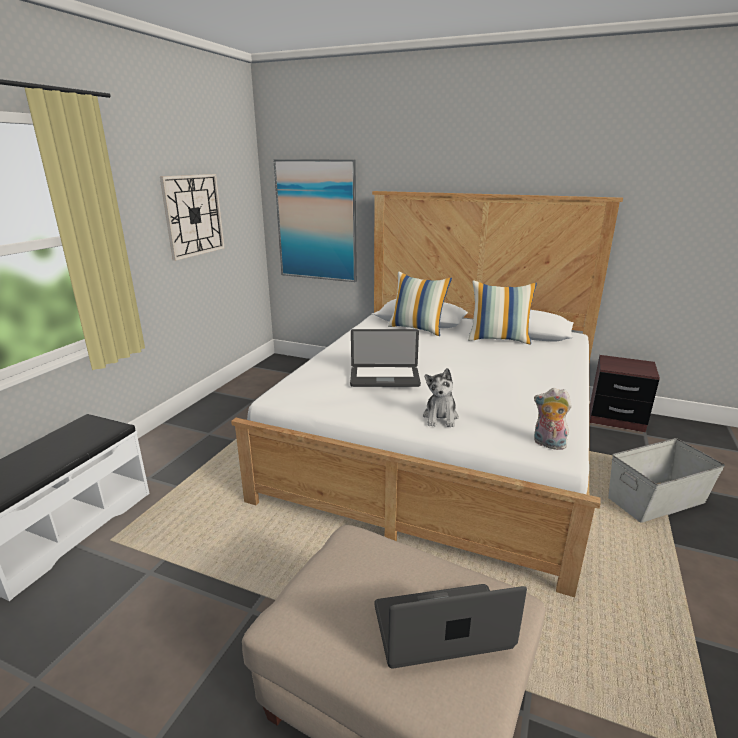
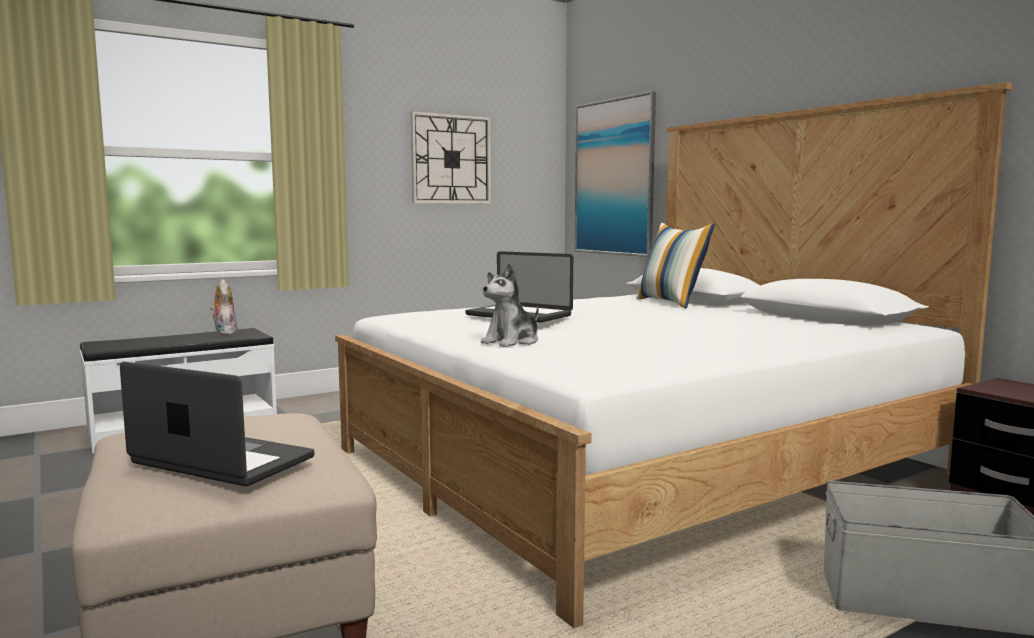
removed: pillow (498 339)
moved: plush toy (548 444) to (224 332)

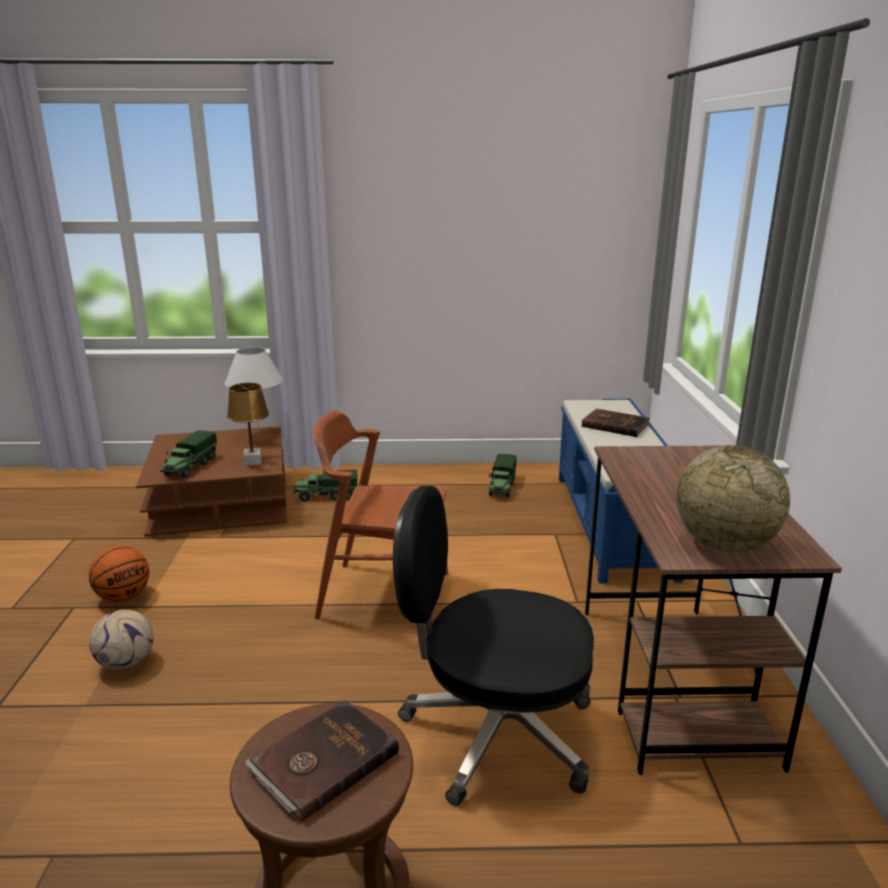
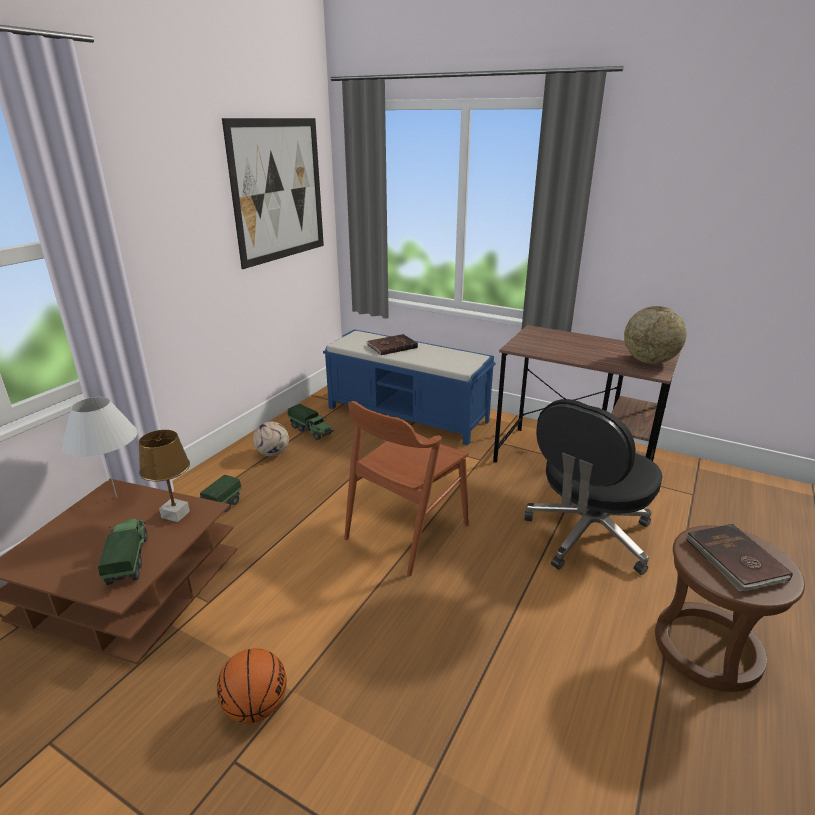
added: picture (279 190)
moved: football (127 662) to (273 453)
turned: toy truck (190 467) = (129 559) 150 degrees counterclockwise

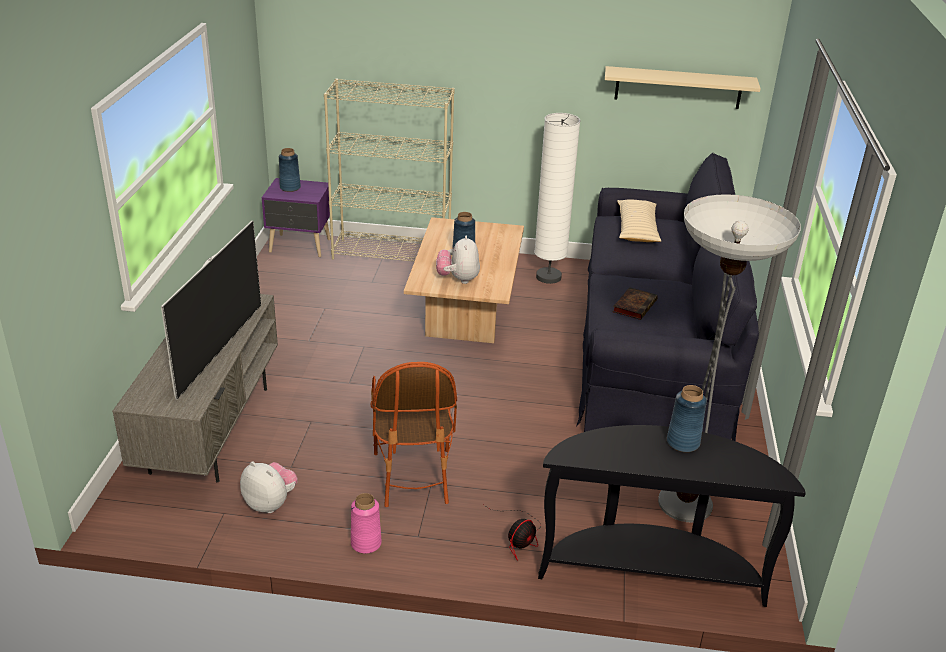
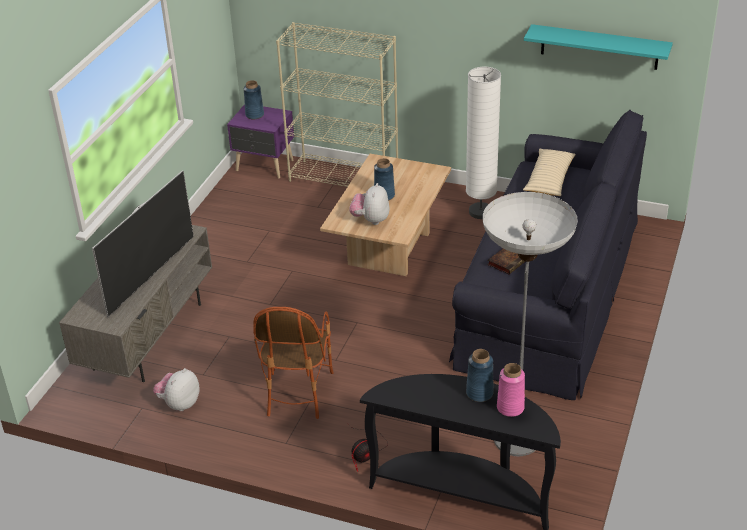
moved: pink vase (366 543) to (510 408)
recoloured: beige shelf (678 87) to turquoise shelf (599 47)
turned: plush toy (270 503) = (179 404) 105 degrees counterclockwise

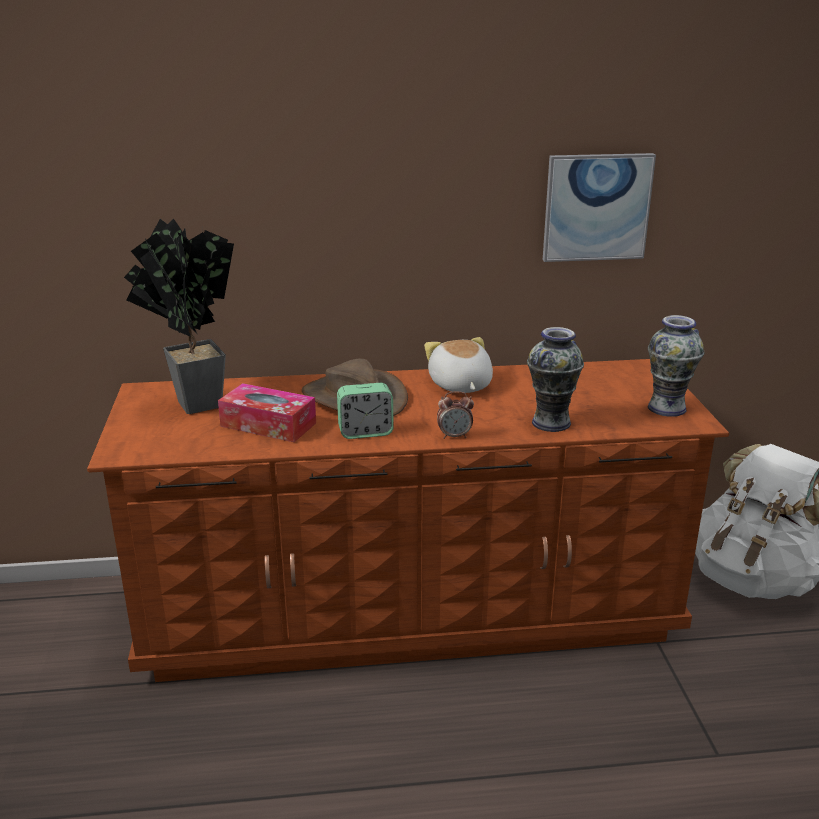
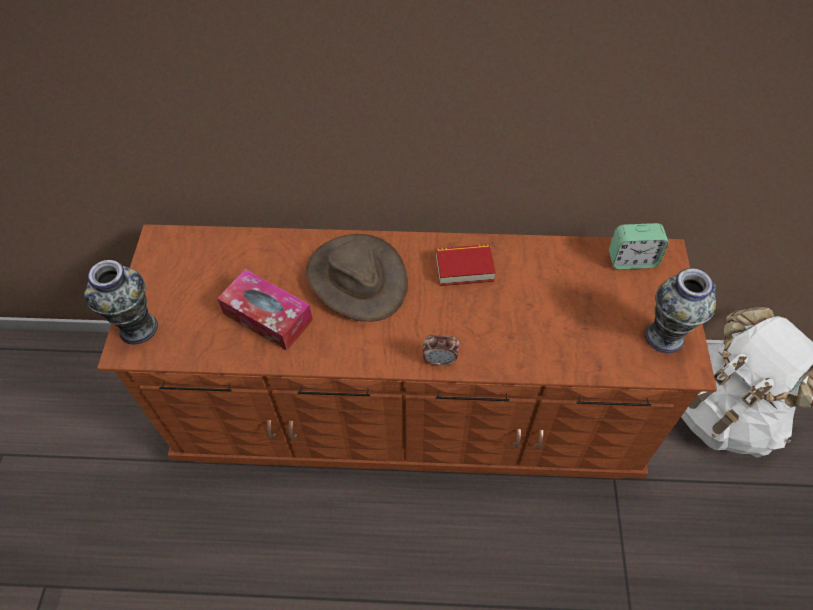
removed: potted plant (191 404); picture (596 207)
moved: vase (551 423) to (138 328); alarm clock (365 432) to (632 260)
replaced: plush toy (460 385) to book (464 268)

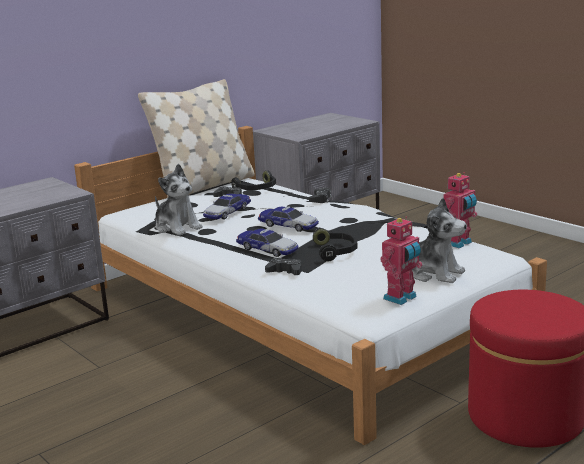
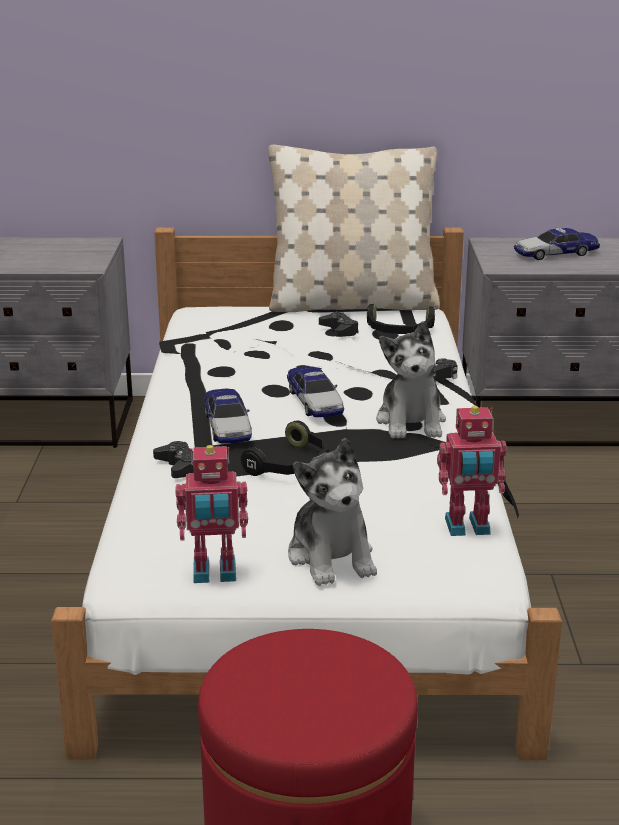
moved: plush toy (177 227) to (411 422); toy car (227 212) to (555 254)

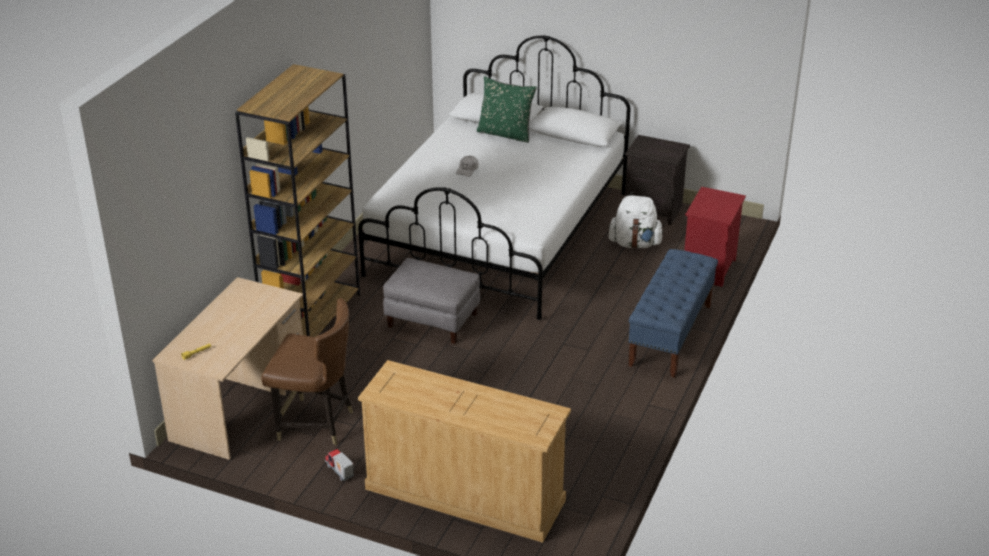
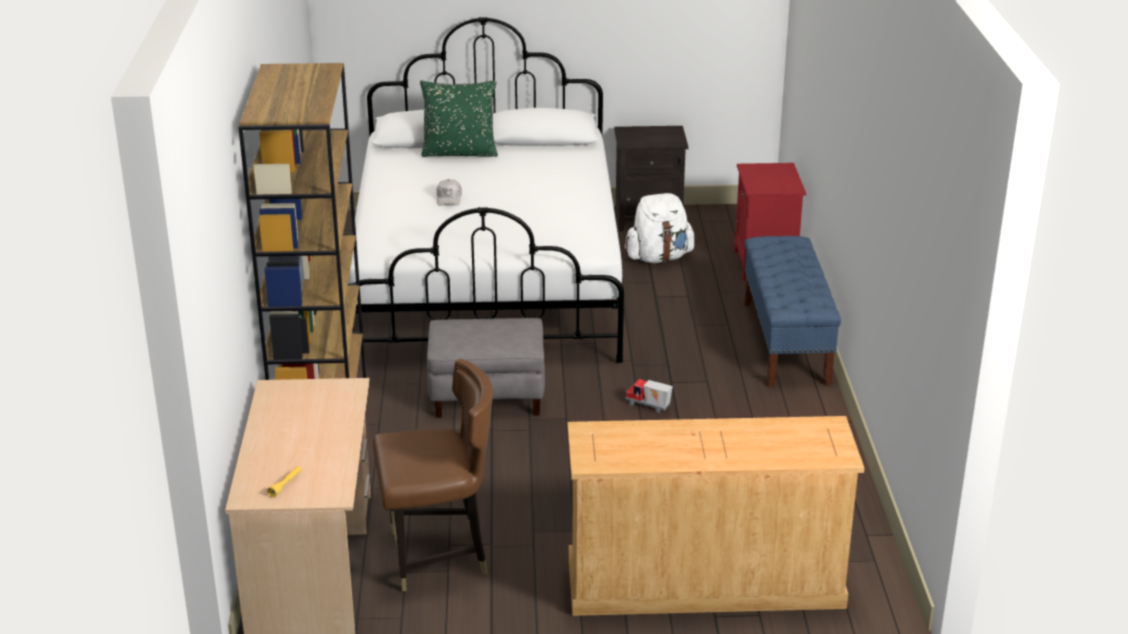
moved: toy truck (339 472) to (648 406)

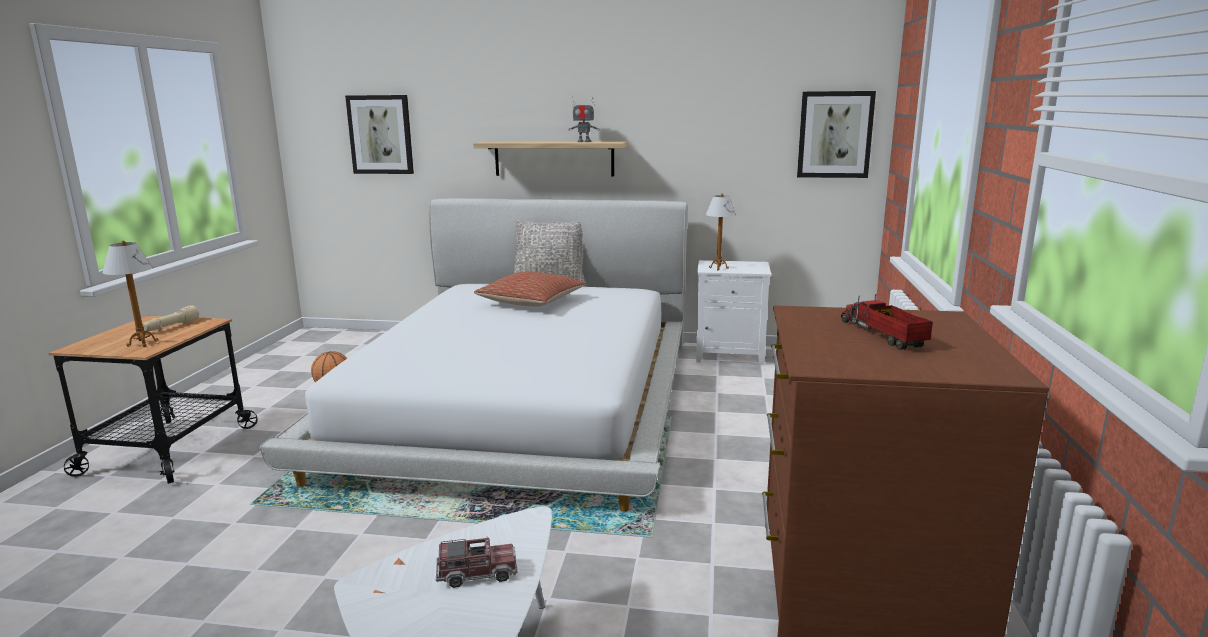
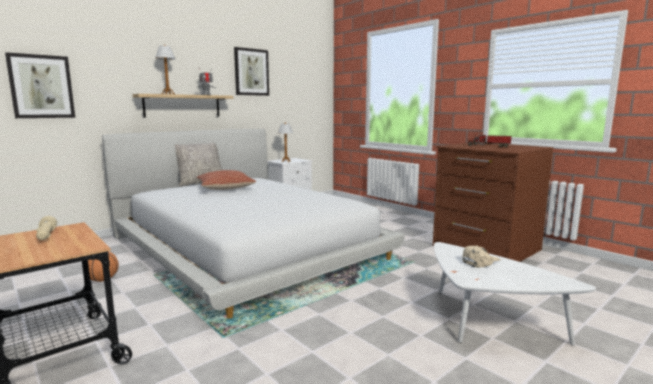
moved: table lamp (142 343) to (168 94); picture (835 134) to (251 72)
replaced: toy truck (477 573) to beige cap (480 261)

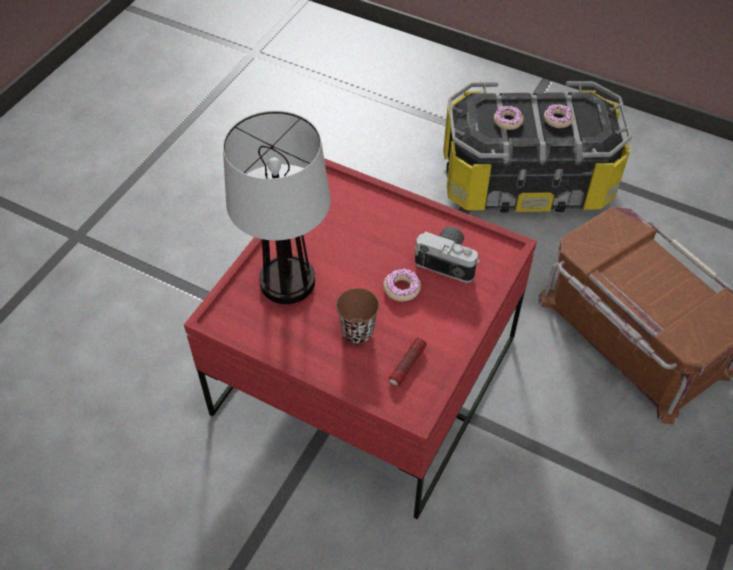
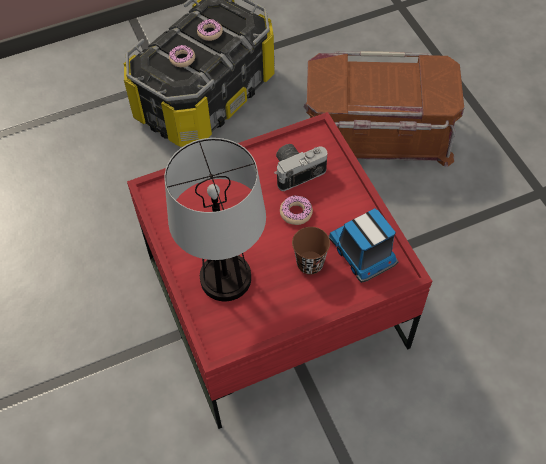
replaced: flashlight (407 365) to toy truck (363 253)

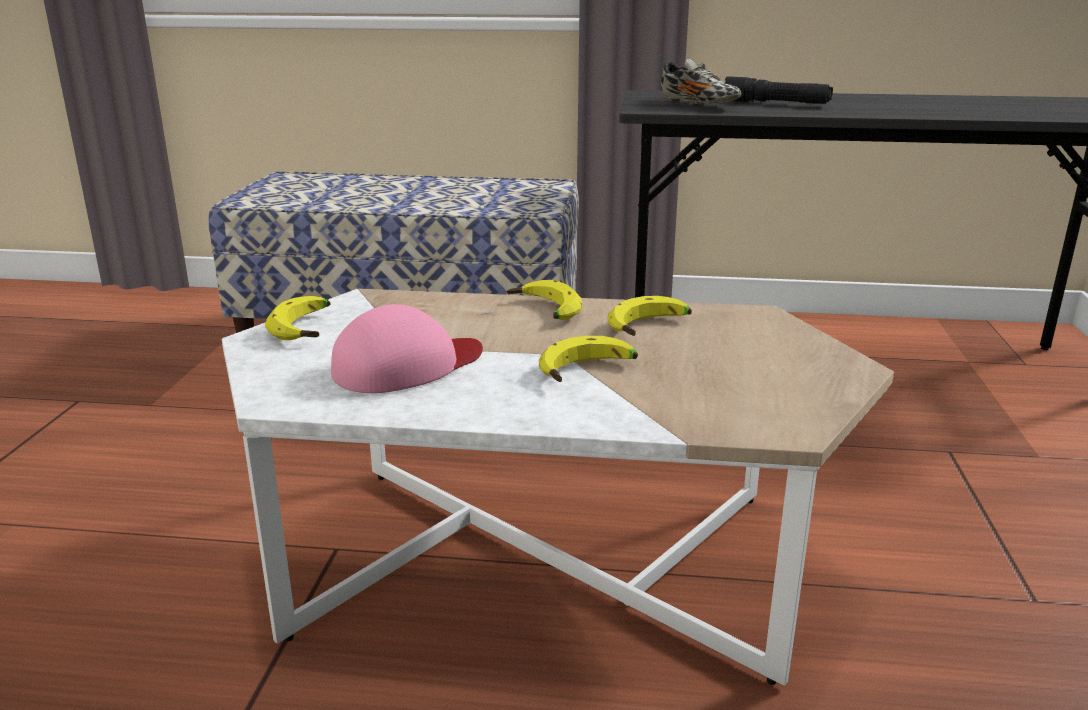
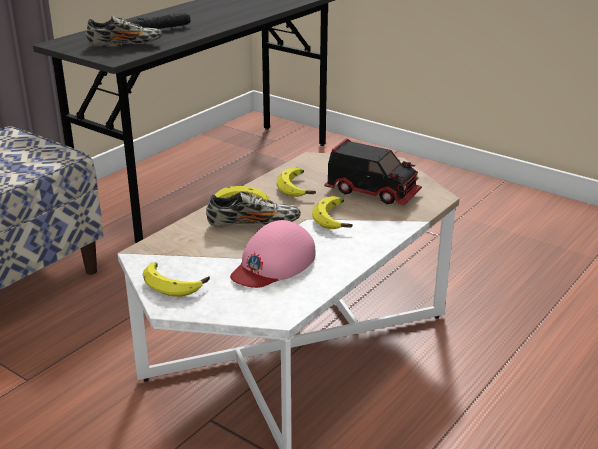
added: shoe (253 224); toy truck (373 192)
turned: pink cap (407 365) = (273 264) 135 degrees counterclockwise

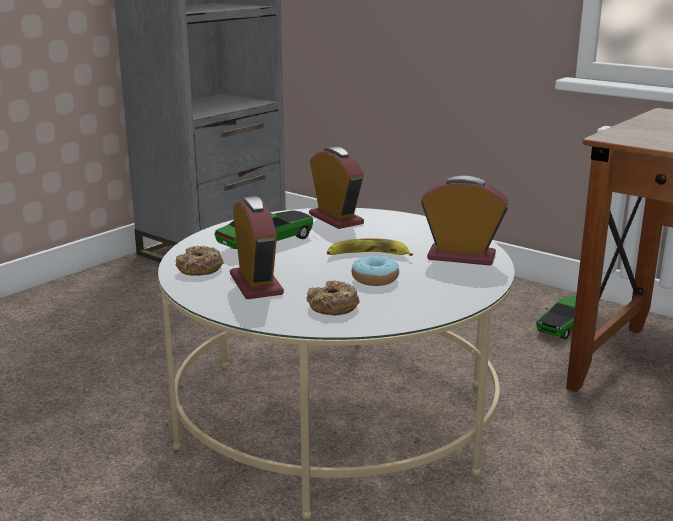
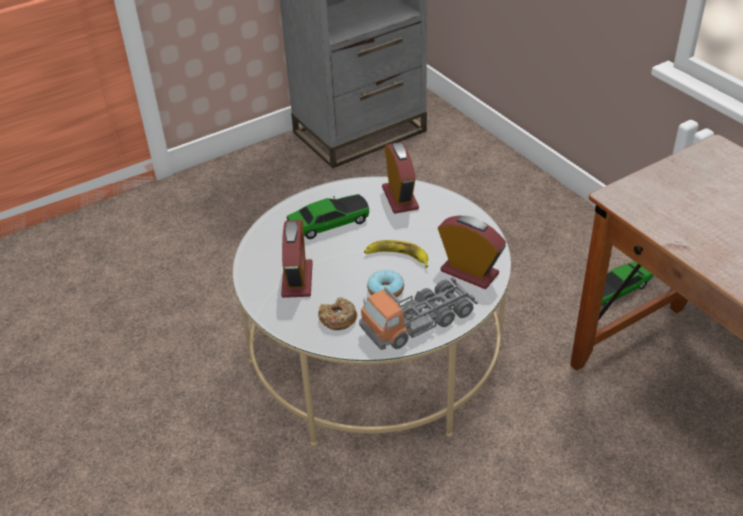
removed: donut (200 268)
added: toy truck (418 322)

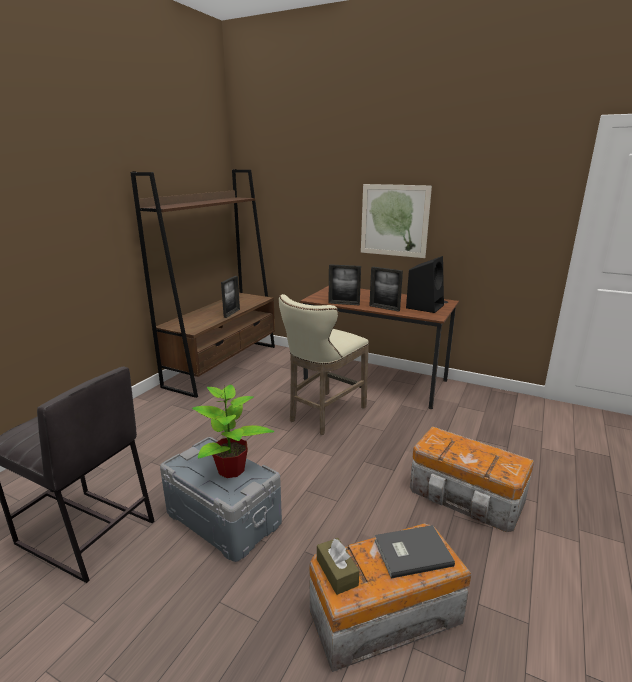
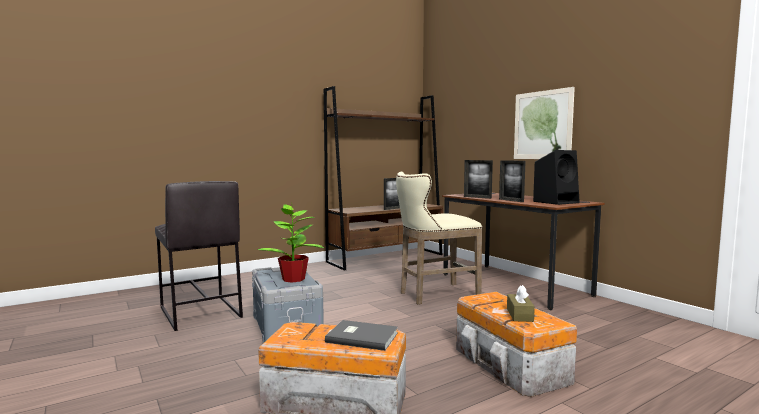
moved: brown tissue box (337 572) to (519 315)

